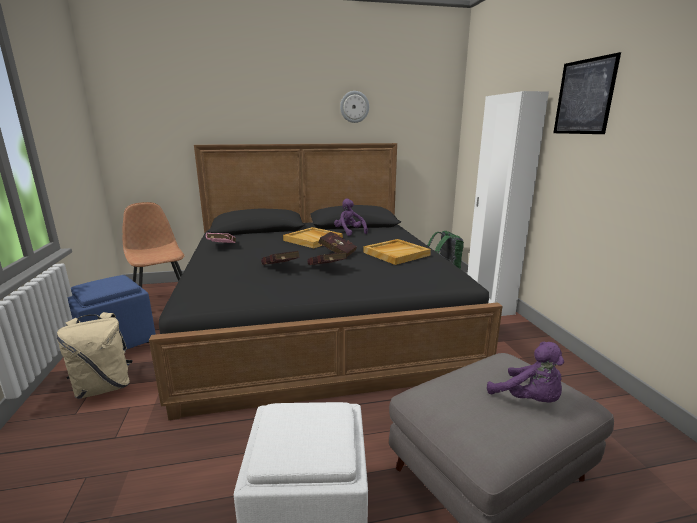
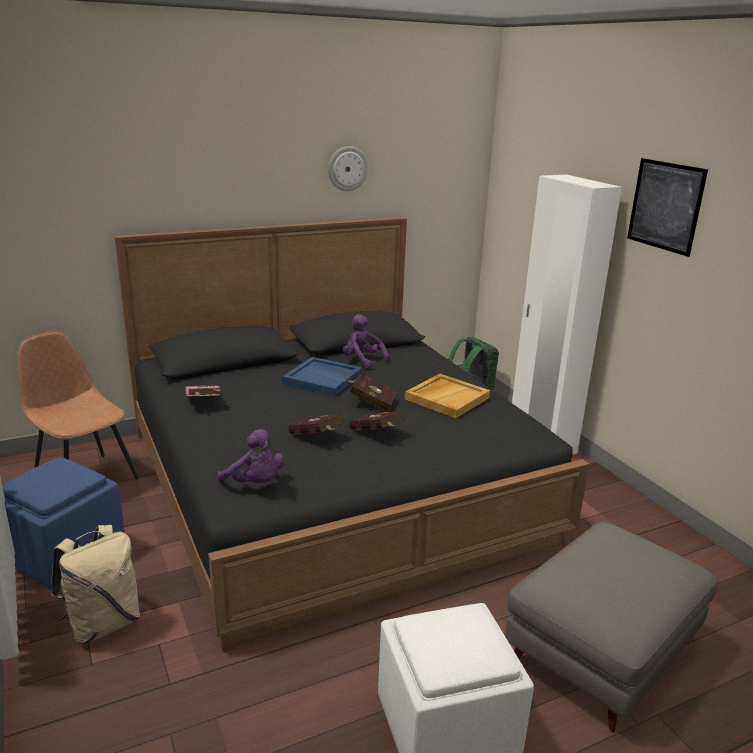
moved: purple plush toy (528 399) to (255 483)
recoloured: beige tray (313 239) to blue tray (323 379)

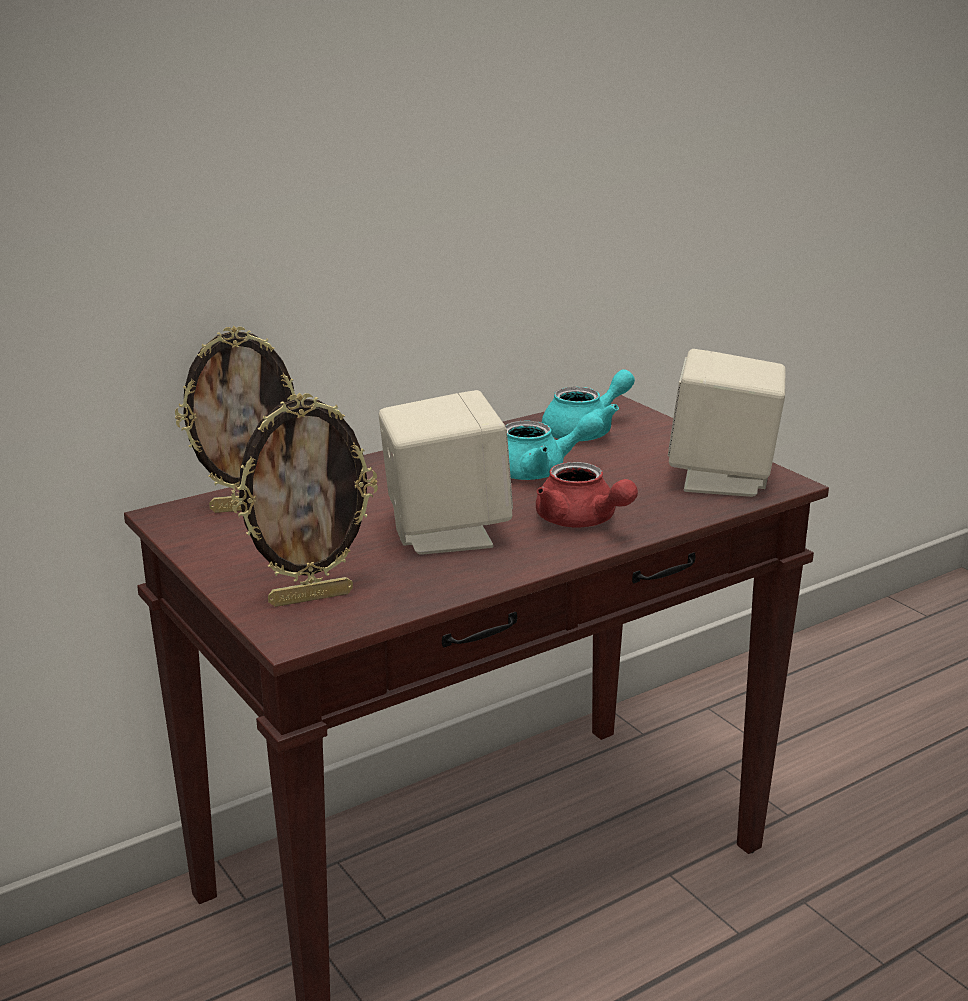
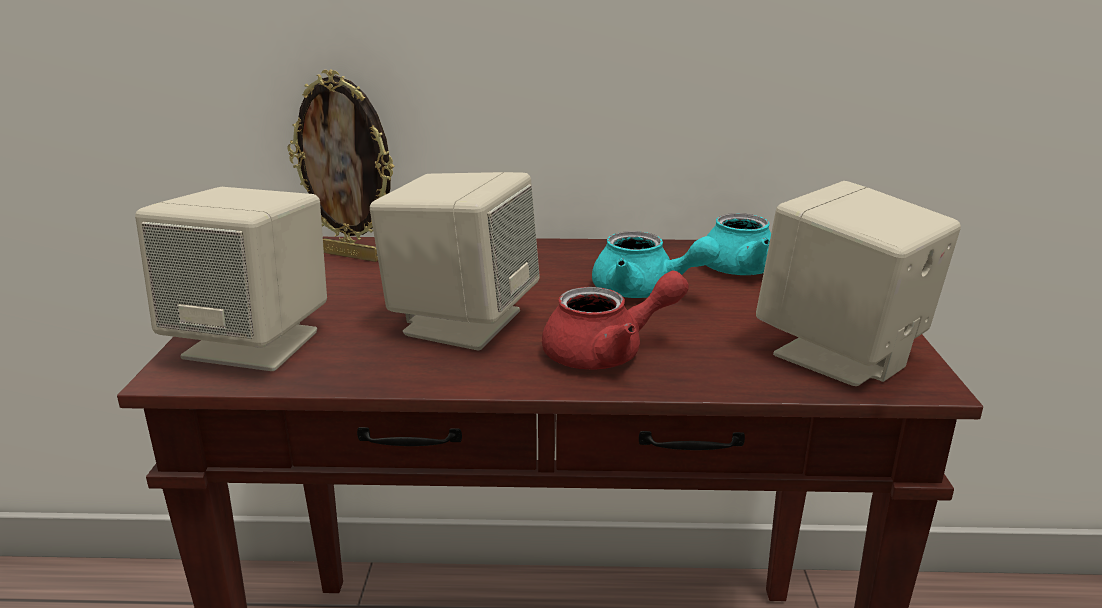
replaced: picture frame (311 597) to beige speaker (254 344)
turned: red teapot (582 521) = (608 353) 105 degrees counterclockwise

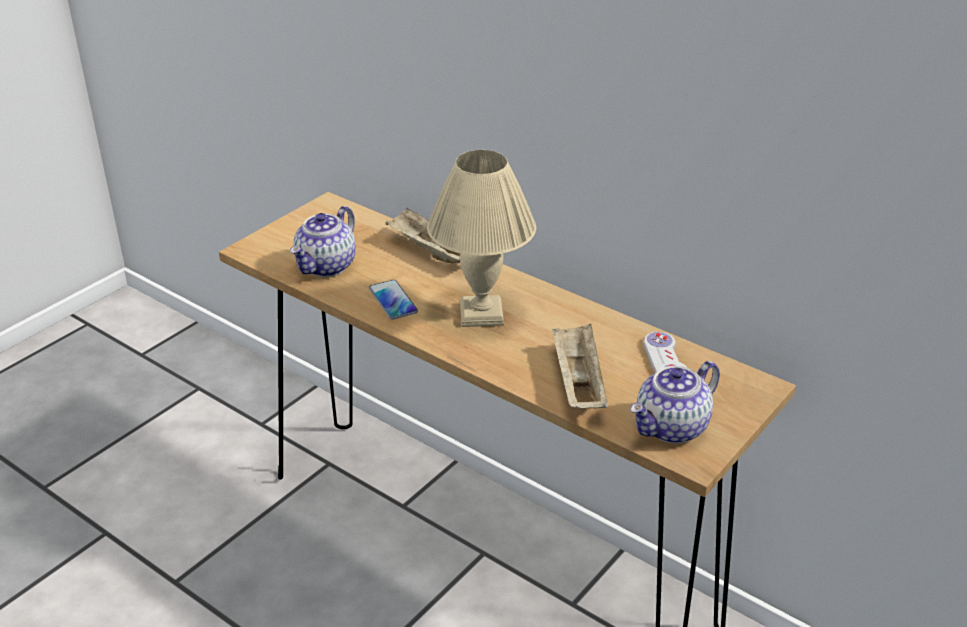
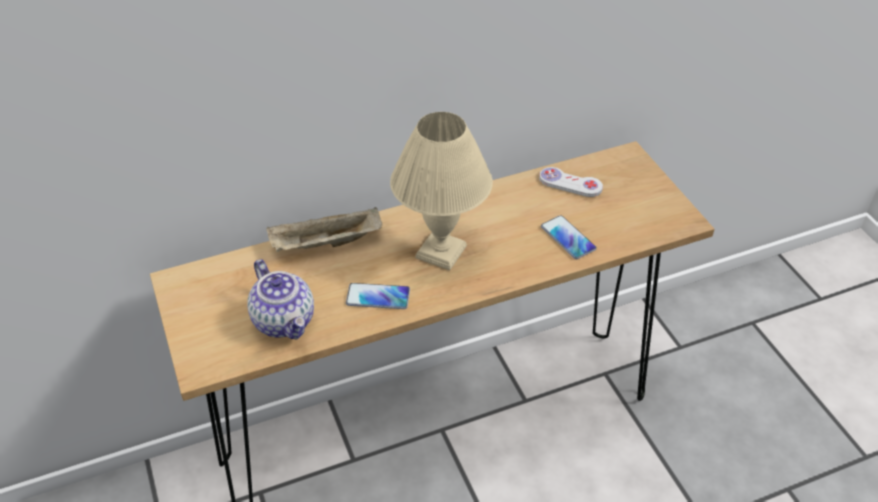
removed: teapot (672 428)
replaced: beige tray (577 383) to phone (568 238)

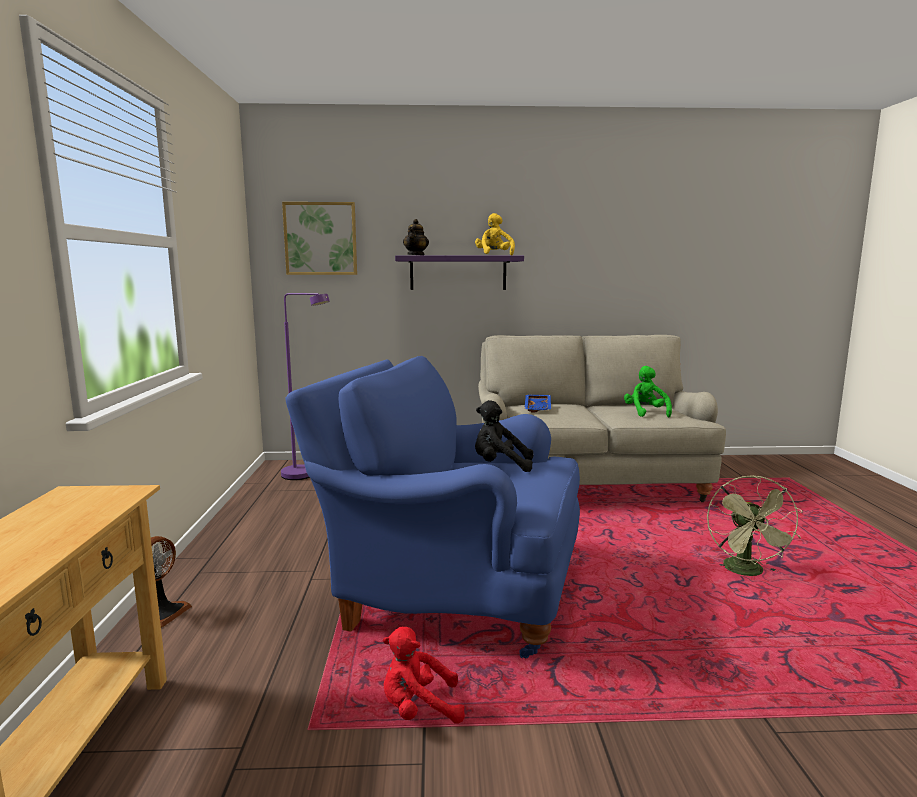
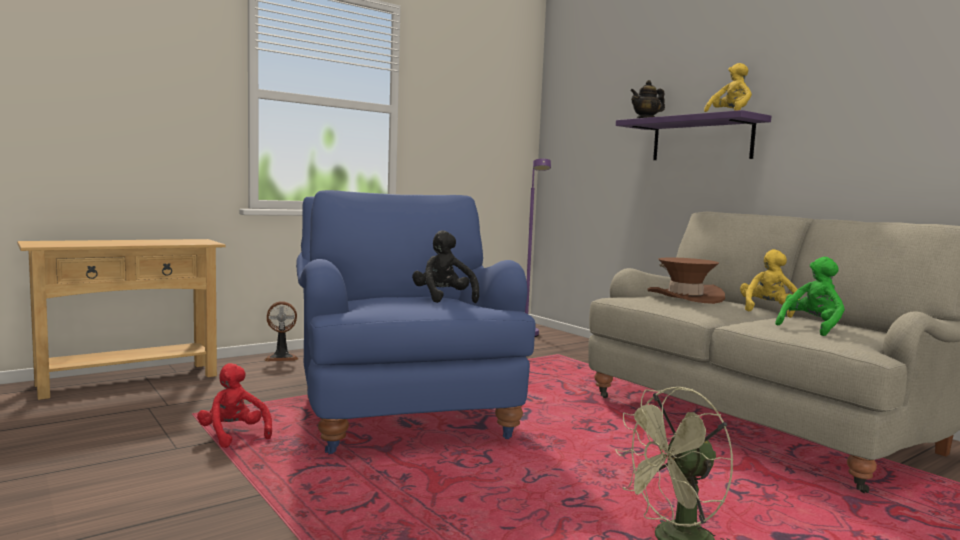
removed: picture (320 239)
added: yellow plush toy (767 311)
replaced: blue tray (538 408) to brown hat (685 297)

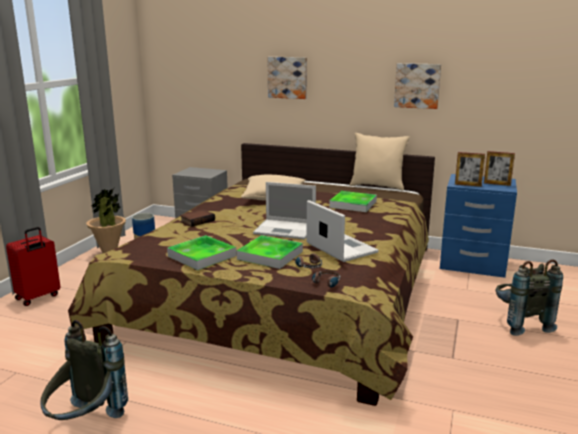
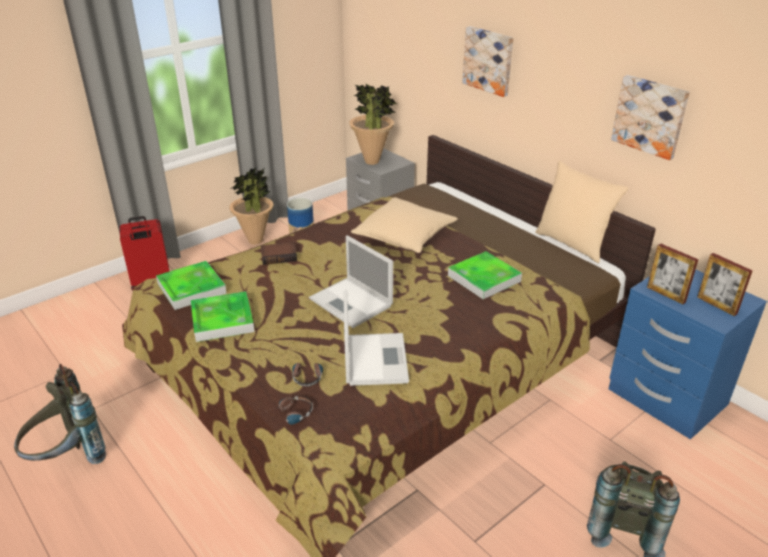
added: potted plant (372 161)
moved: tray (270 255) to (191 288)

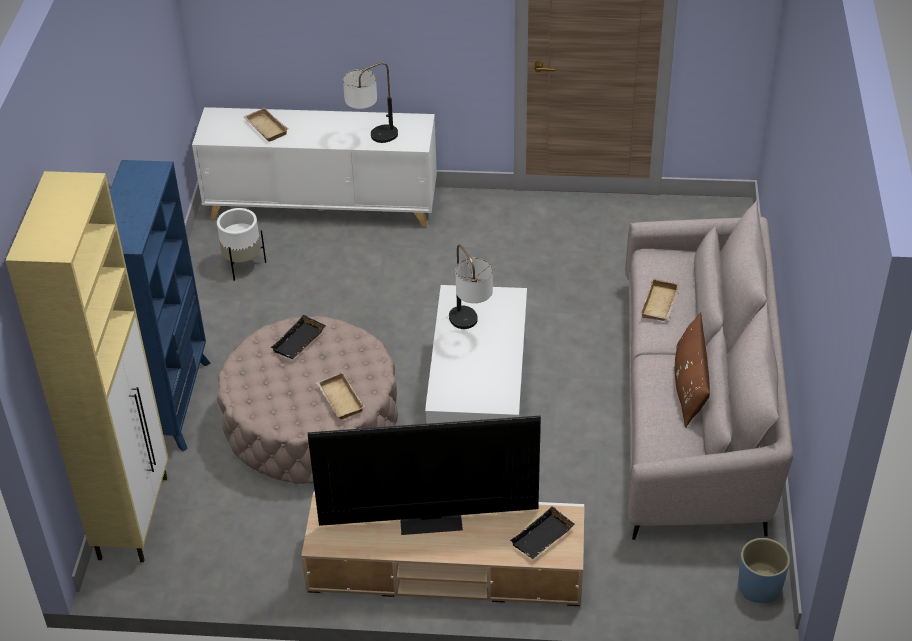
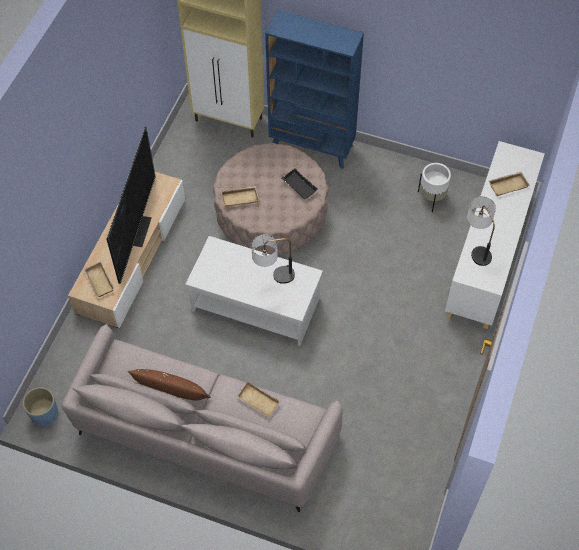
recoloured: black tray (543 539) to beige tray (98 281)

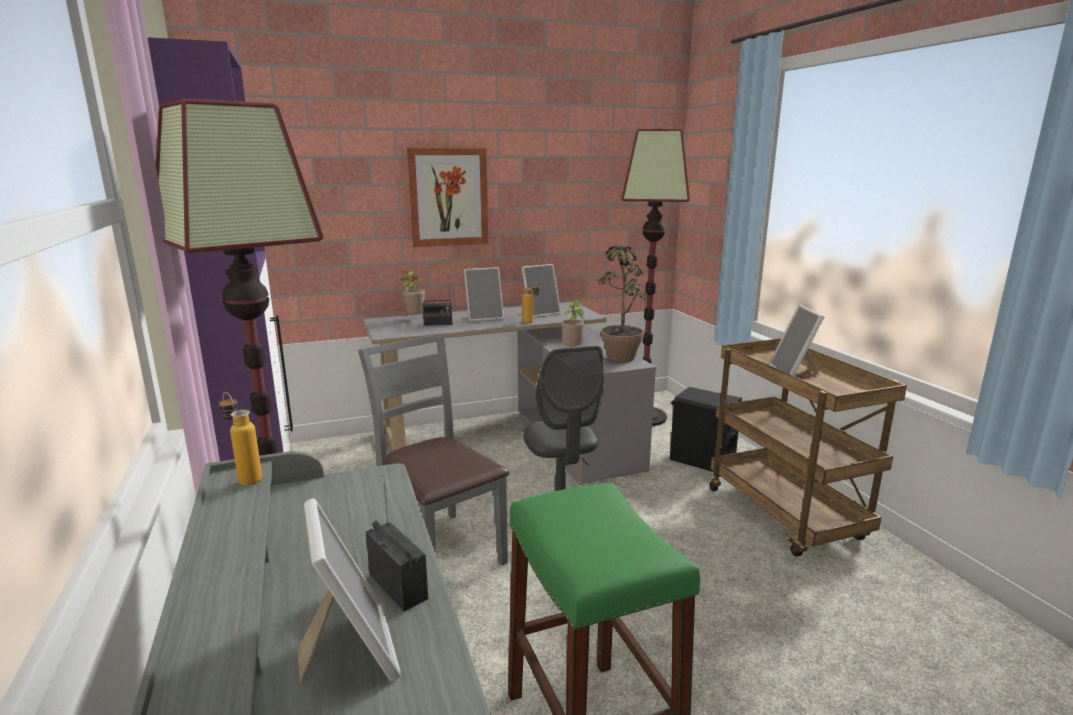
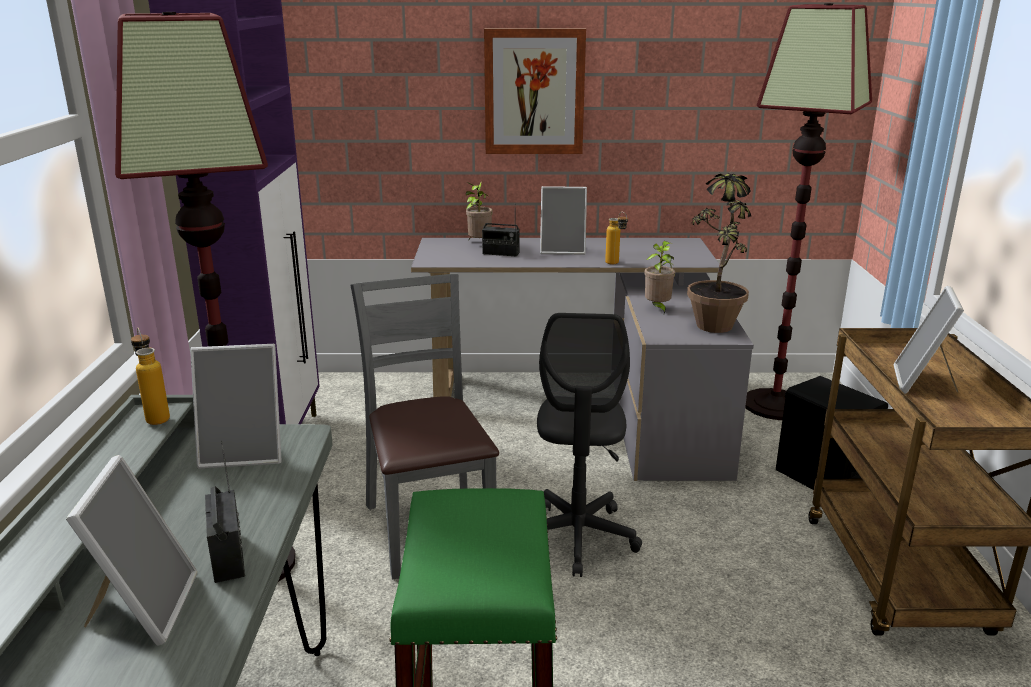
moved: picture frame (540 313) to (245 452)

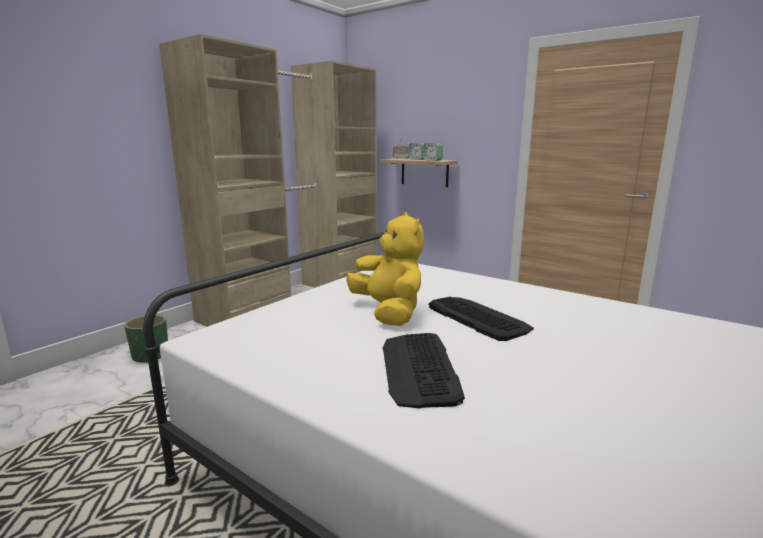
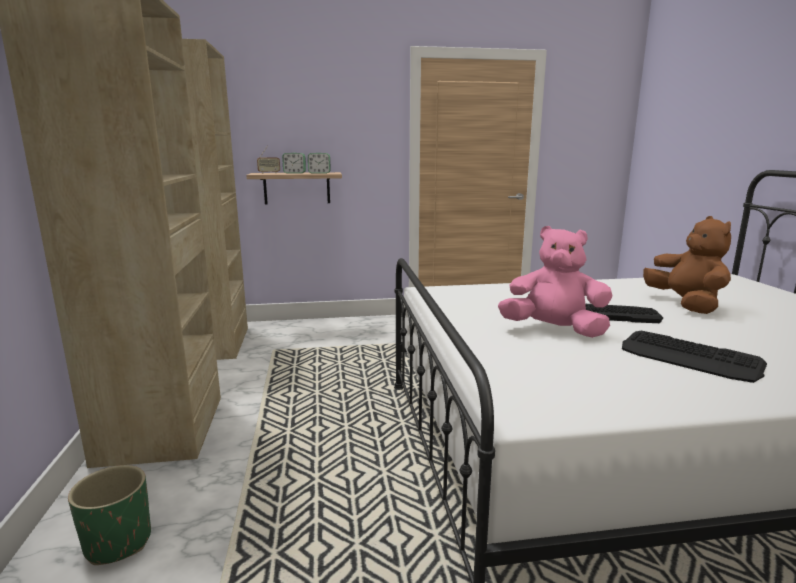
added: brown plush toy (685 304)
recoloured: yellow plush toy (388 312) to pink plush toy (554 330)

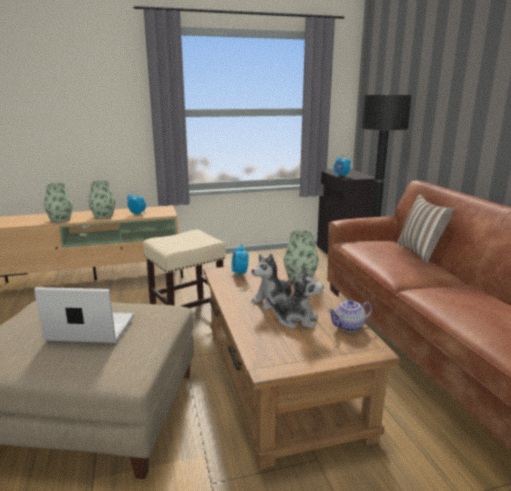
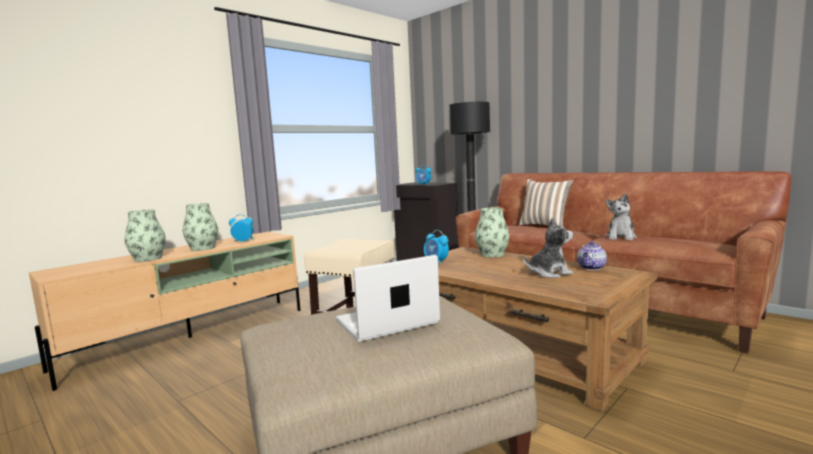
moved: plush toy (273 301) to (621 237)

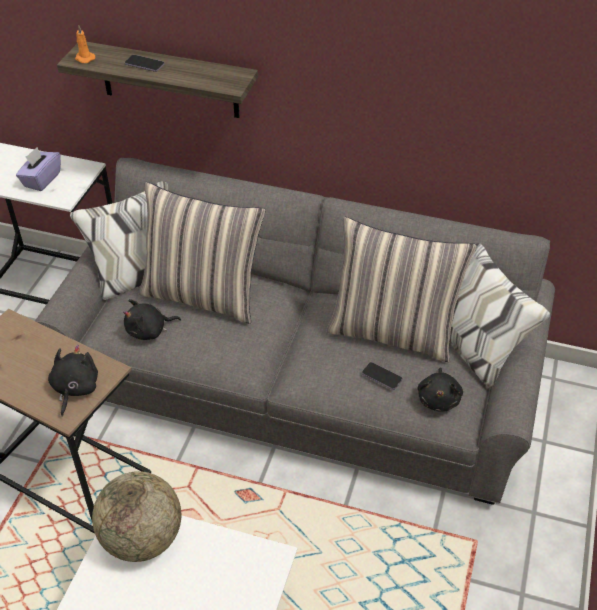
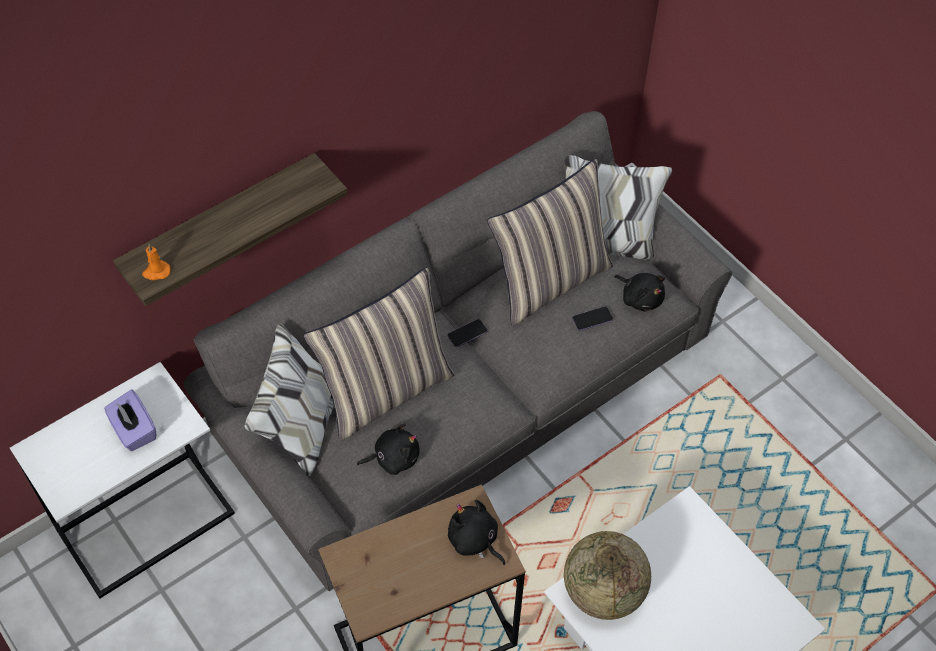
moved: phone (144 64) to (467 334)
turned: black plush toy (149 331) = (393 458) 120 degrees counterclockwise

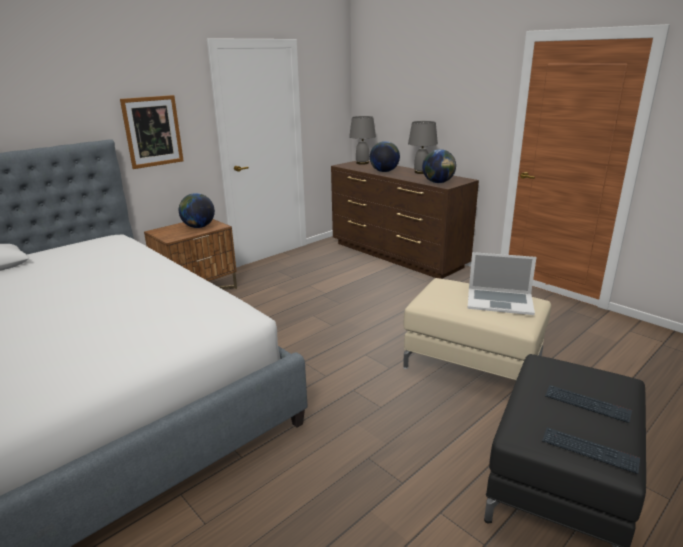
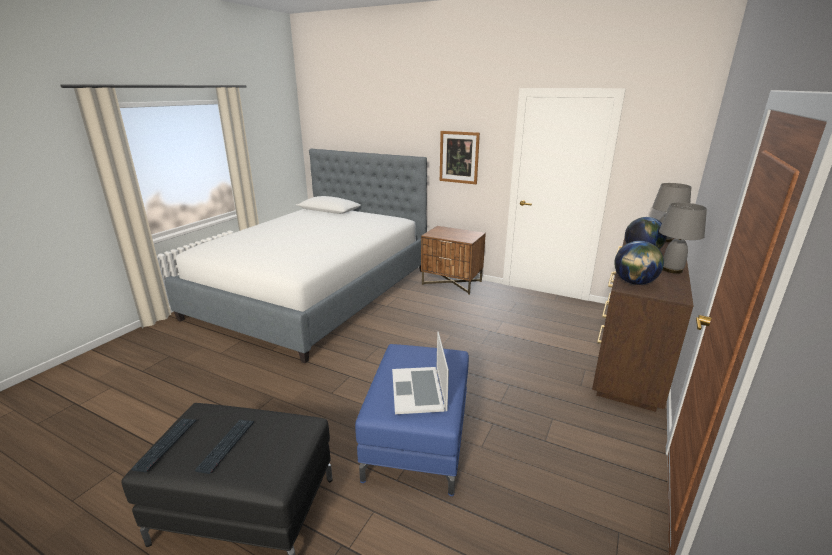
removed: globe (198 227)
recoloured: beige ottoman (472 364) to blue ottoman (416 438)

